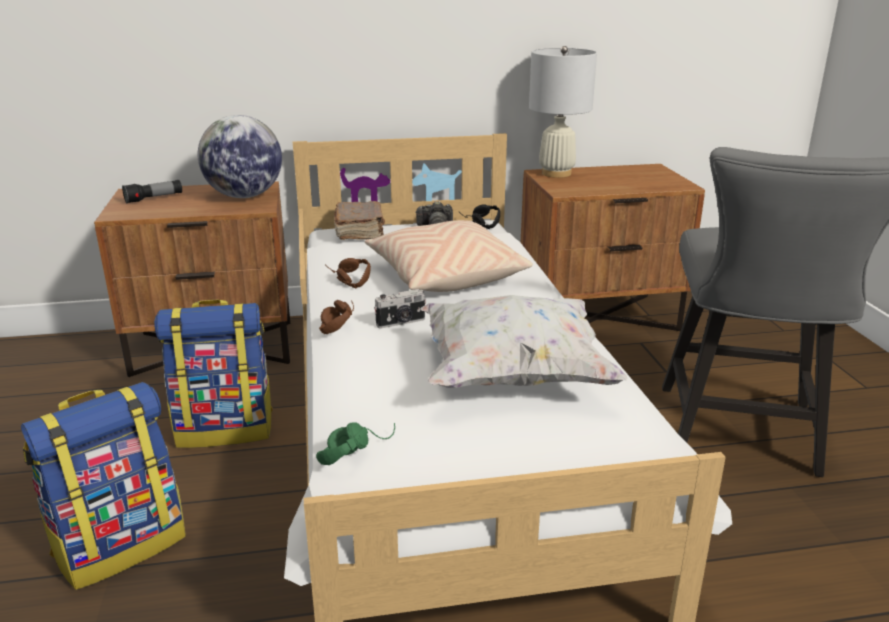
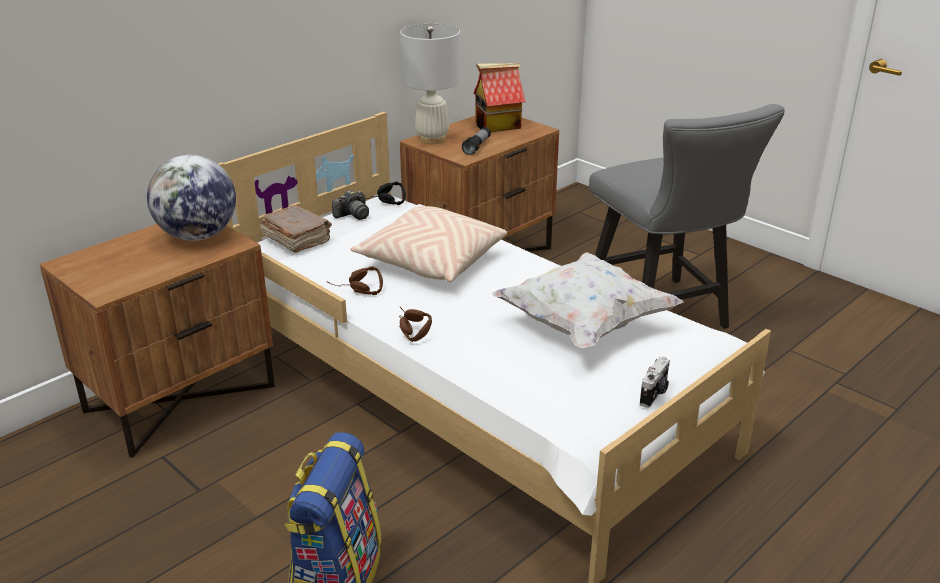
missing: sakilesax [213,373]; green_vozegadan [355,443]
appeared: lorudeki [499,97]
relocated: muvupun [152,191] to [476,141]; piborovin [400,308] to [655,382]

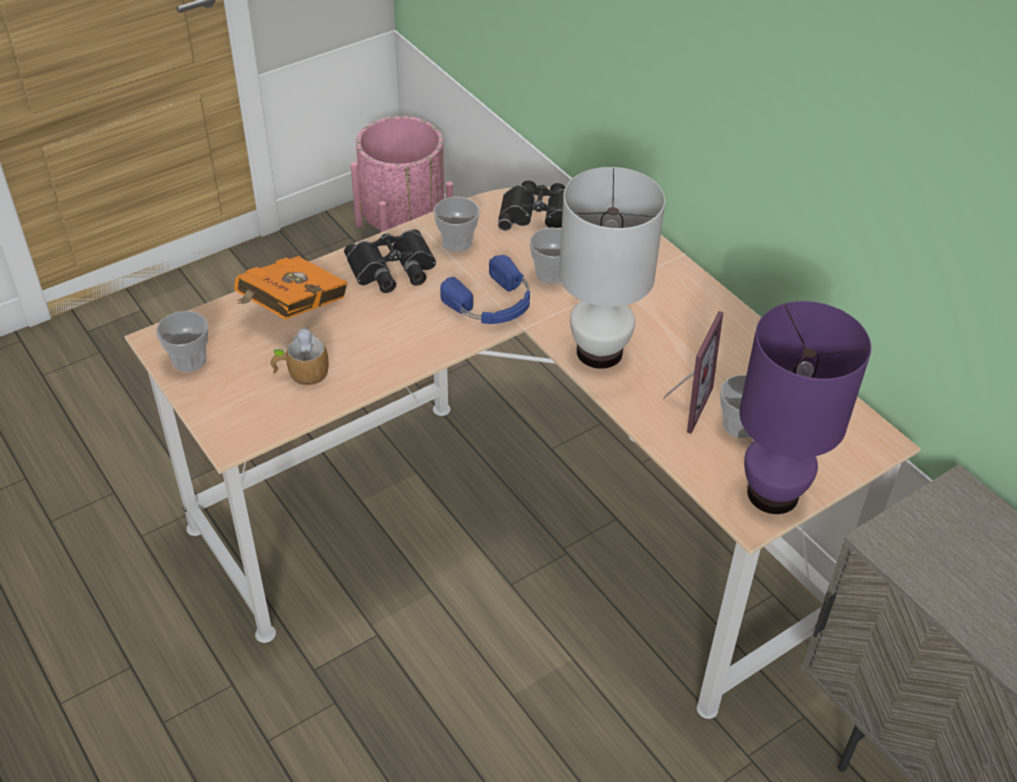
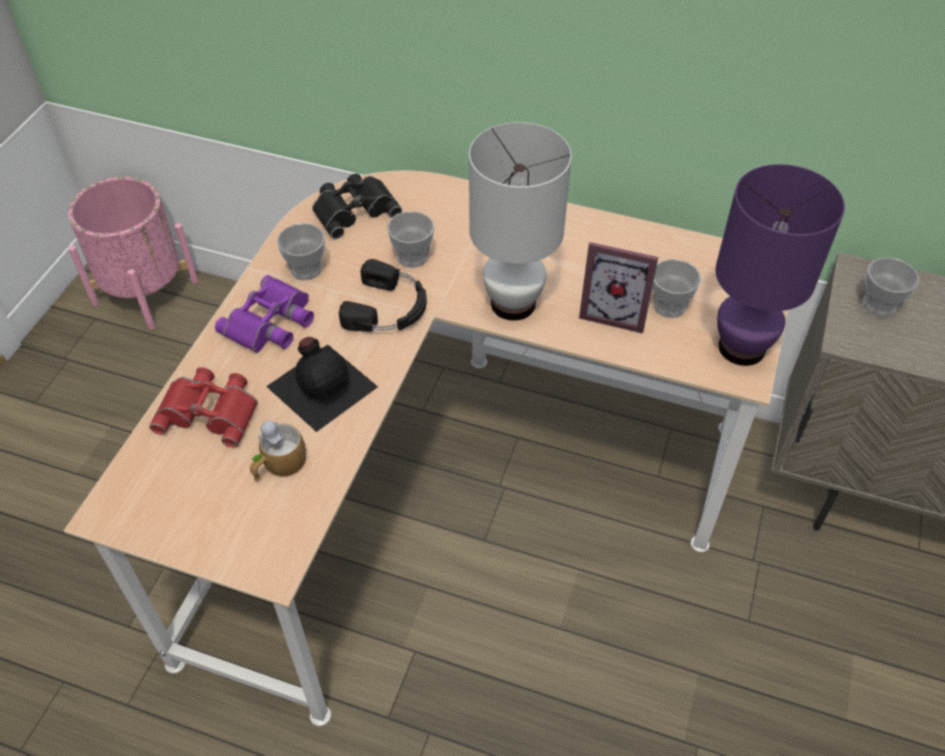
appeared: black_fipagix [322,384]
relocated: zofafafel [182,341] to [891,287]
exchanged: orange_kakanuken [291,288] to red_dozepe [203,407]
colour: black_dozepe [390,261] to purple_dozepe [264,314]; blue_vozegadan [485,289] to black_vozegadan [383,295]
spun: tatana [693,372] = [618,287] 120 degrees clockwise

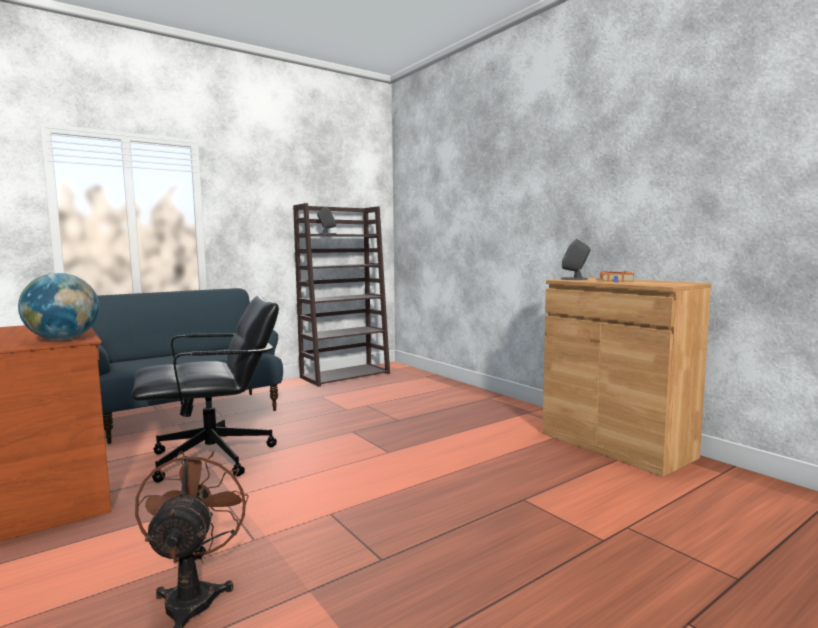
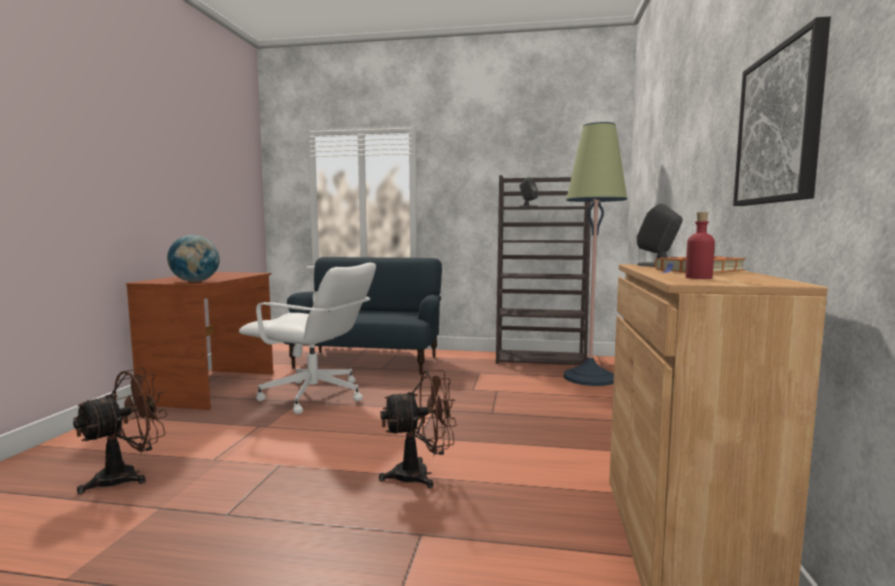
appeared: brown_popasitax [418,429]; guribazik [595,254]; red_fipagix [700,245]; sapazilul [782,111]
colour: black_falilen [205,389] to white_falilen [307,338]

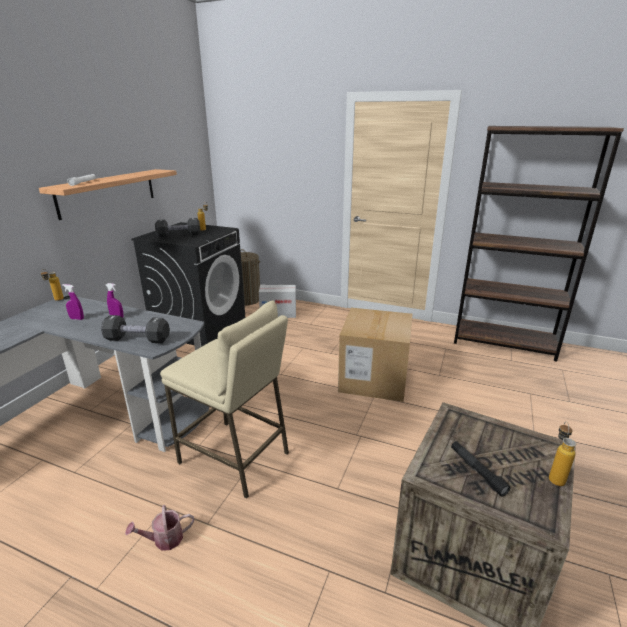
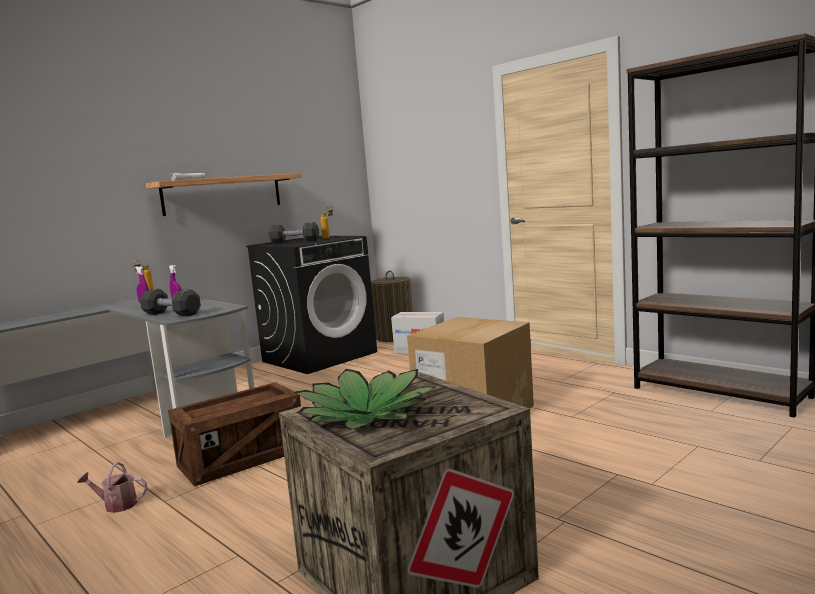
missing: fipagix [562,453]
exchanged: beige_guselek [224,399] to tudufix [234,434]; black_muvupun [480,469] to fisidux [365,399]

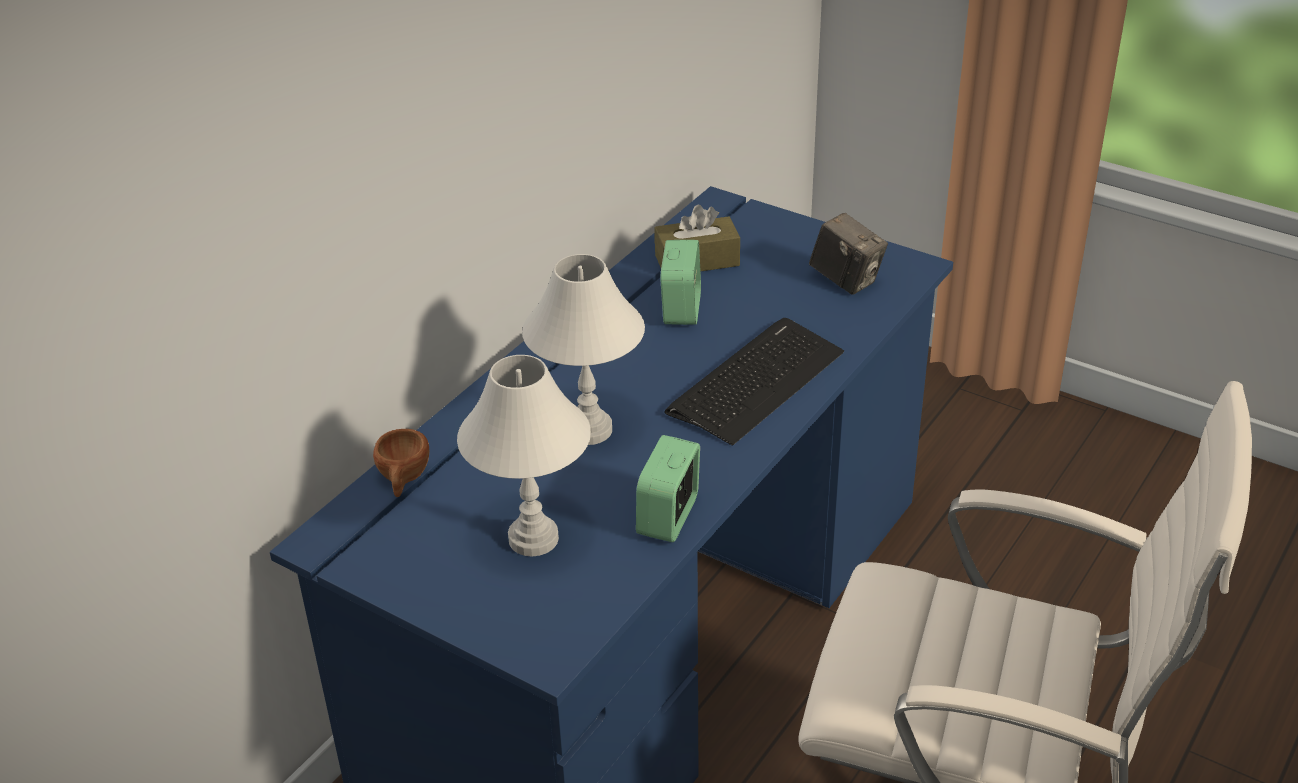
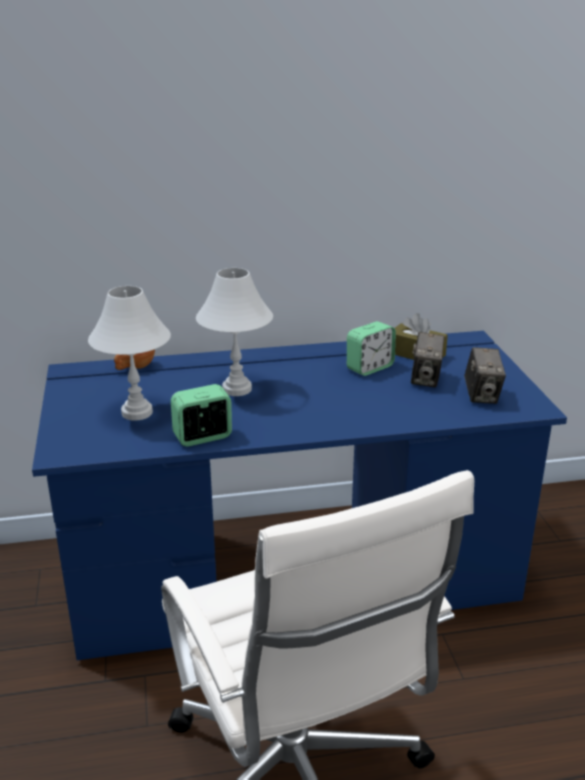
missing: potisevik [754,382]
appeared: piborovin [428,360]

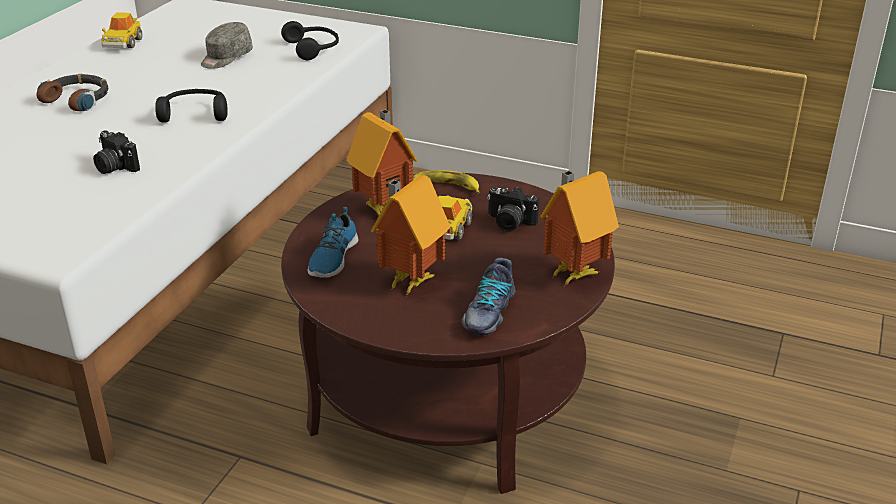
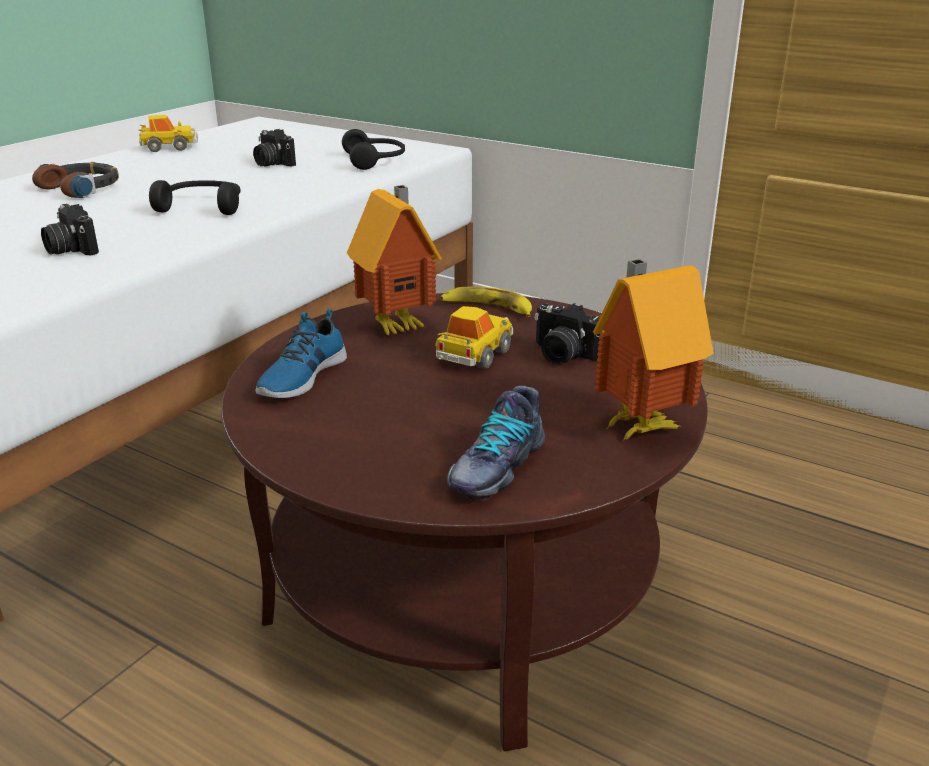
missing: lorudeki [410,235]
exchanged: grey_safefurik [227,45] to piborovin [274,148]
spun: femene [122,30] = [168,133] 120 degrees counterclockwise

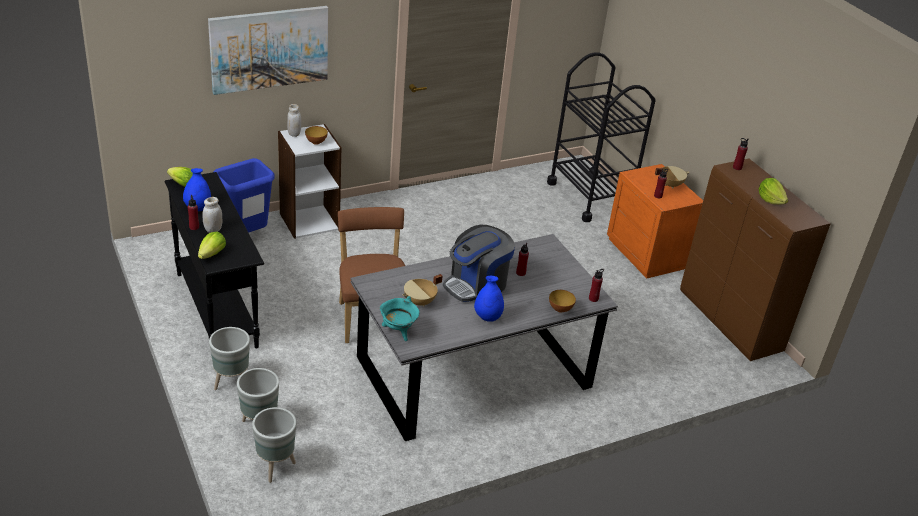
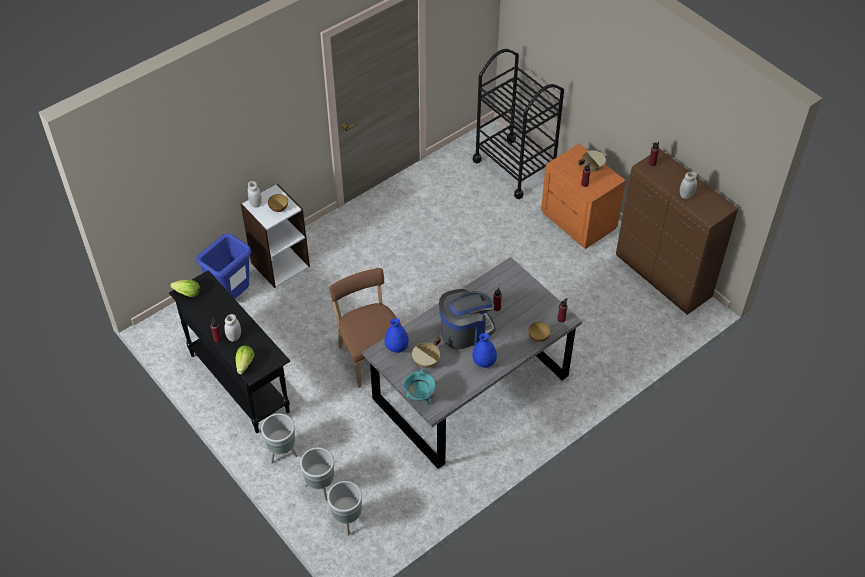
missing: sapazilul [268,50]
relocated: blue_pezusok [197,189] to [397,335]
exchanged: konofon [773,191] to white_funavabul [688,185]
spun: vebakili [479,263] = [467,319] 150 degrees counterclockwise

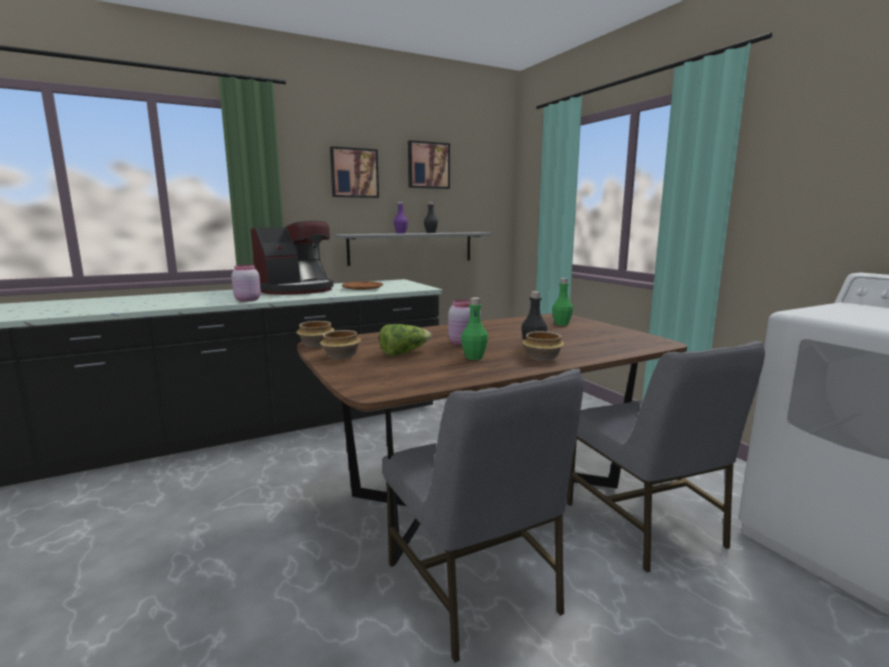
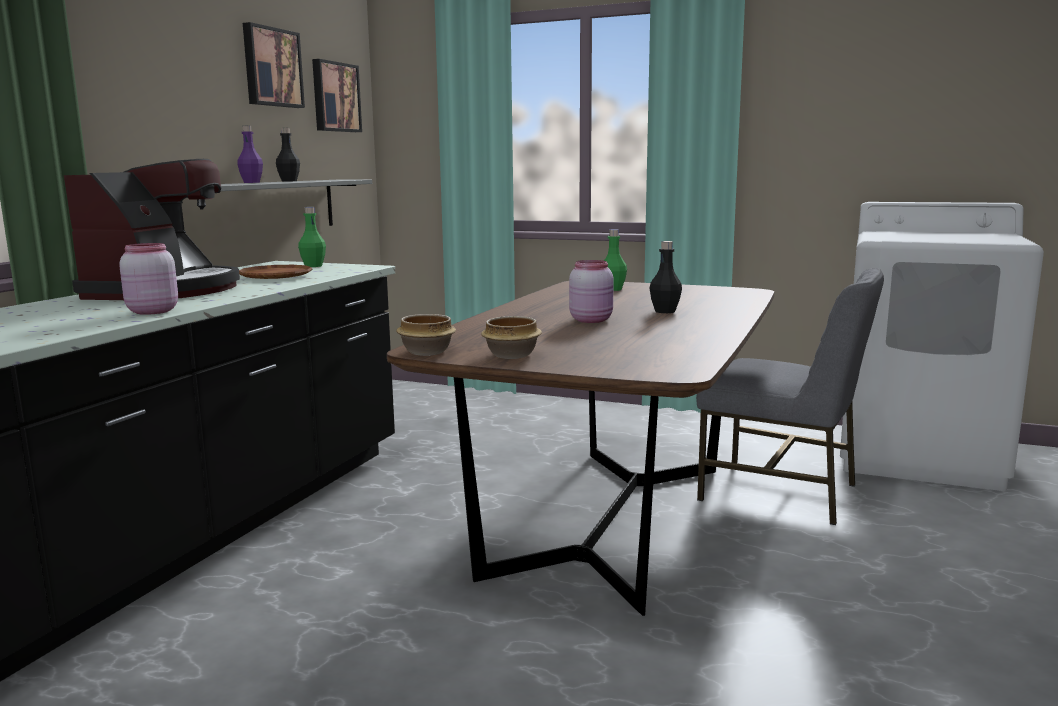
missing: konofon [405,340]; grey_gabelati [483,515]; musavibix [543,346]
relocated: sapazilul [354,172] to [337,95]; green_fipagix [474,328] to [312,237]

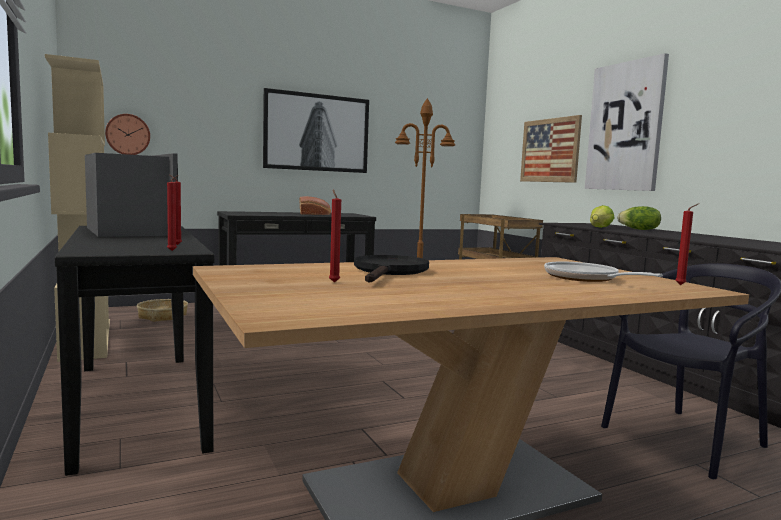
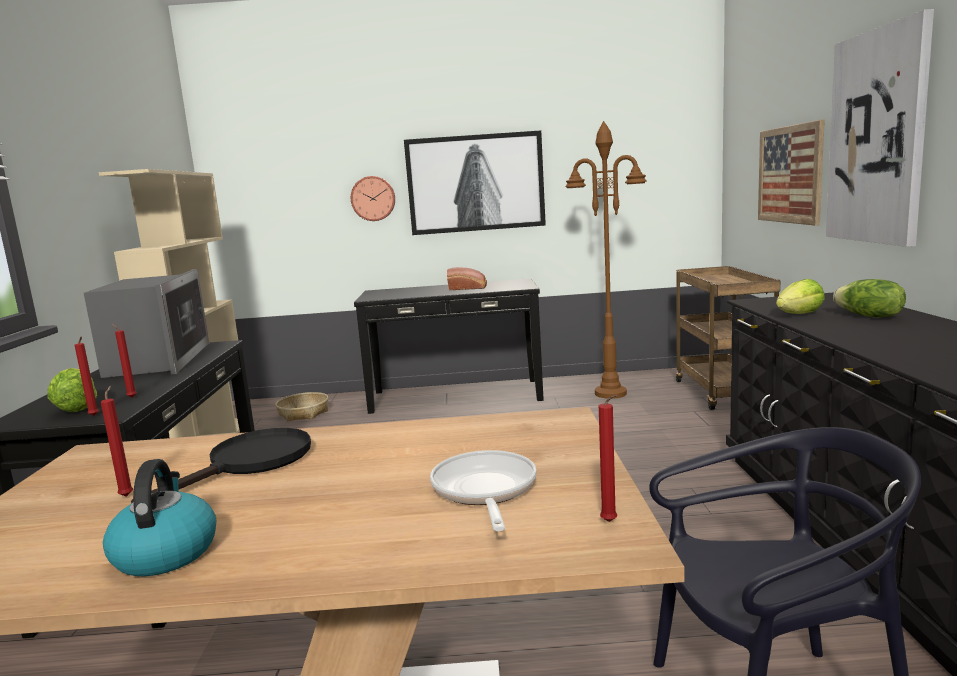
appeared: konofon [72,390]; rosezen [159,517]
relocated: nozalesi [127,134] to [373,198]

